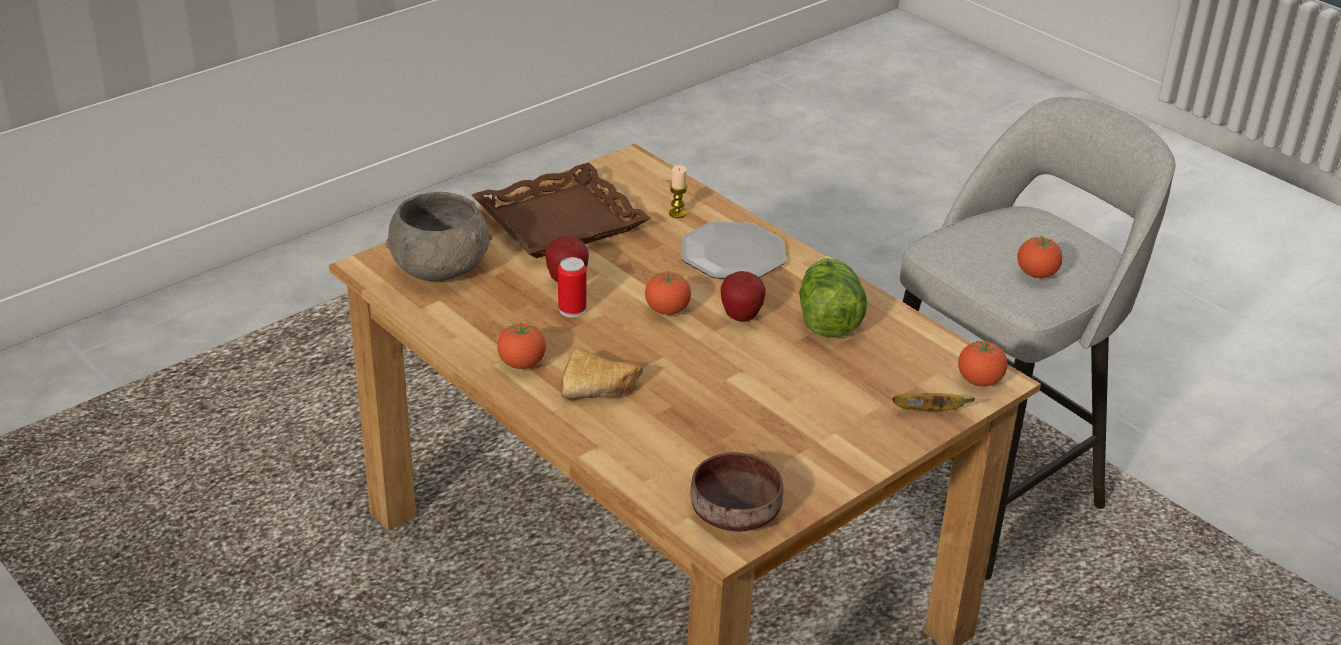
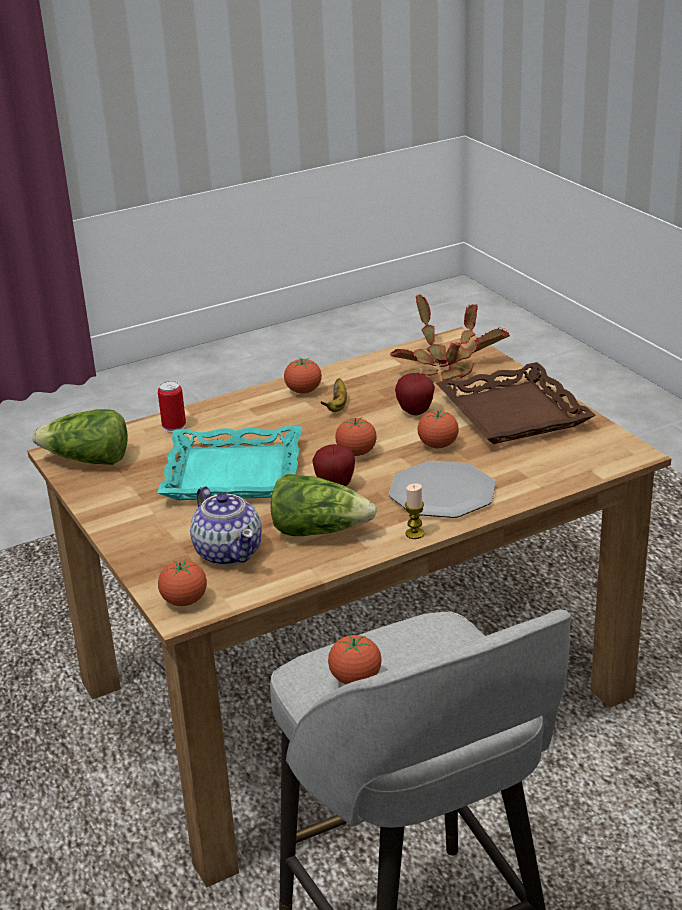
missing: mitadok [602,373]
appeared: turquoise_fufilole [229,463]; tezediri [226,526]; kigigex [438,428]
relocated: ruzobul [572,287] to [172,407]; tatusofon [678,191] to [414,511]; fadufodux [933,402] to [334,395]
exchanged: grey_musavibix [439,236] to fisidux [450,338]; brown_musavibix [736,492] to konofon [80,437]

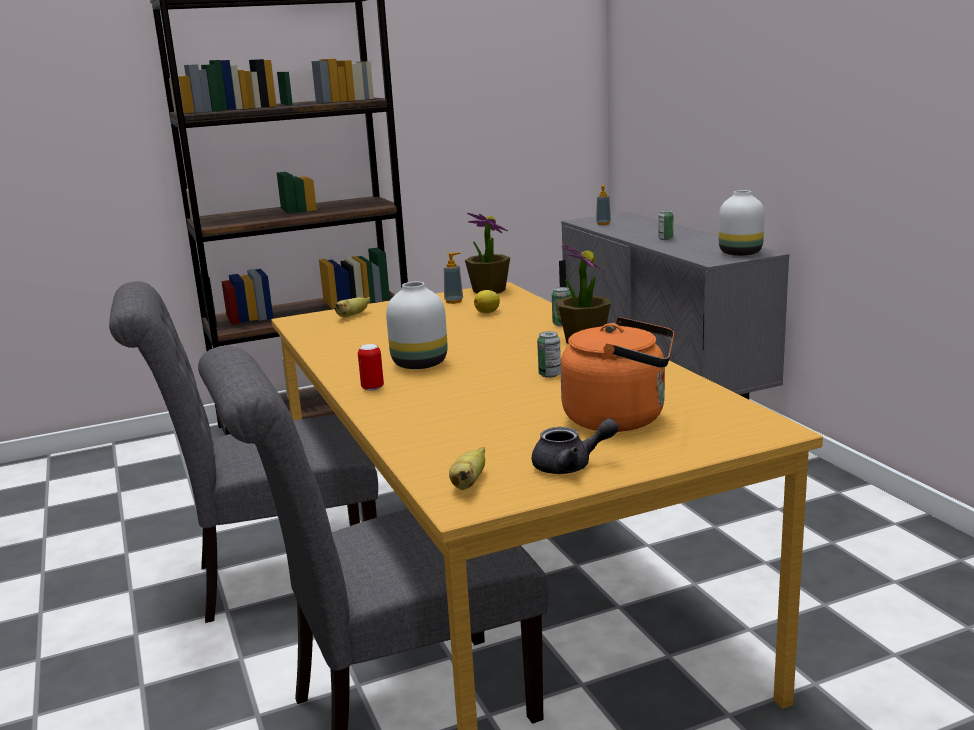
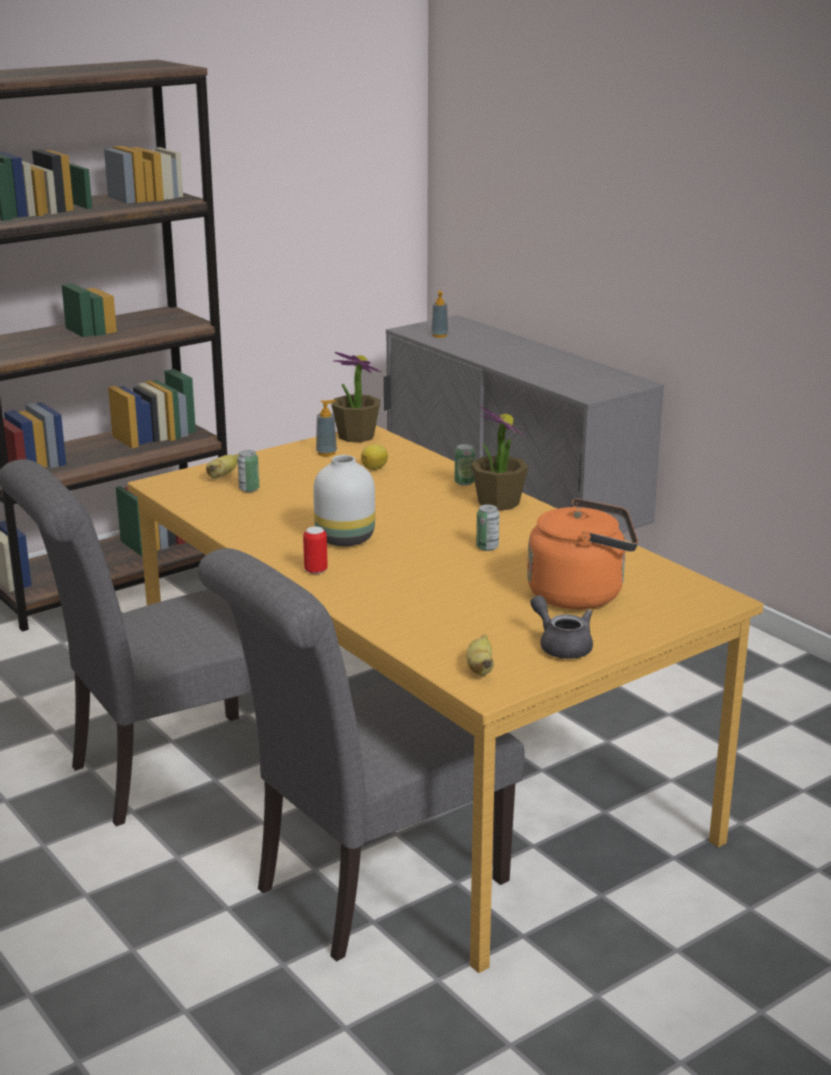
missing: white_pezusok [742,223]
relocated: ruzobul [665,225] to [248,471]
spun: grey_tezediri [575,446] = [561,627] 105 degrees counterclockwise

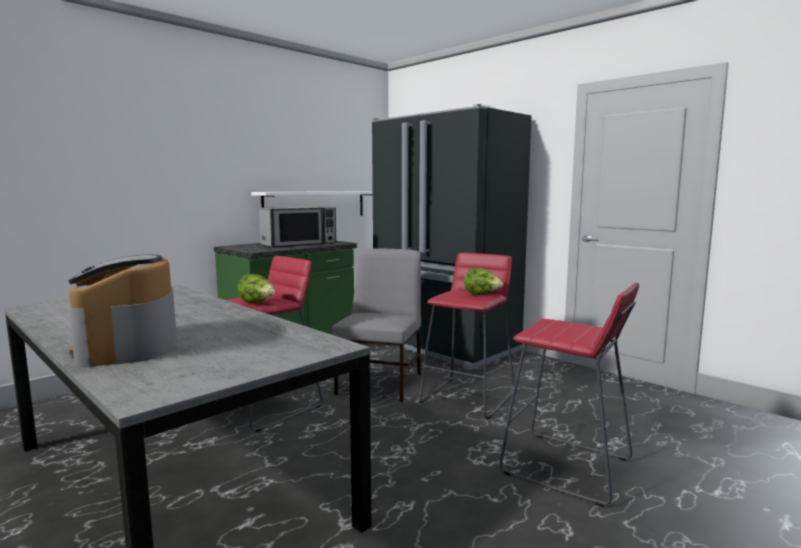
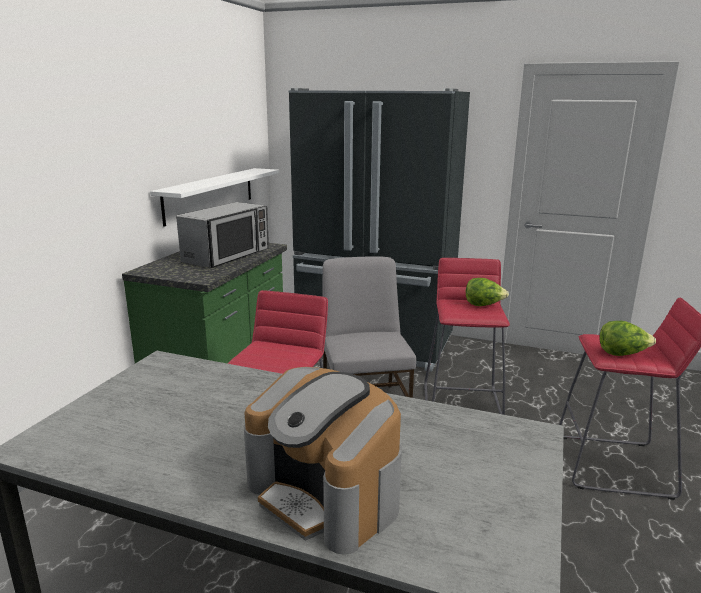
relocated: konofon [256,288] to [627,338]

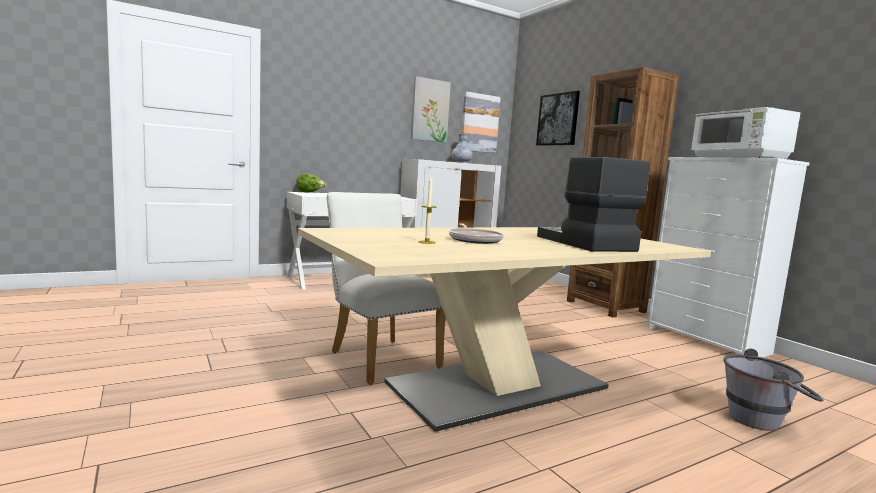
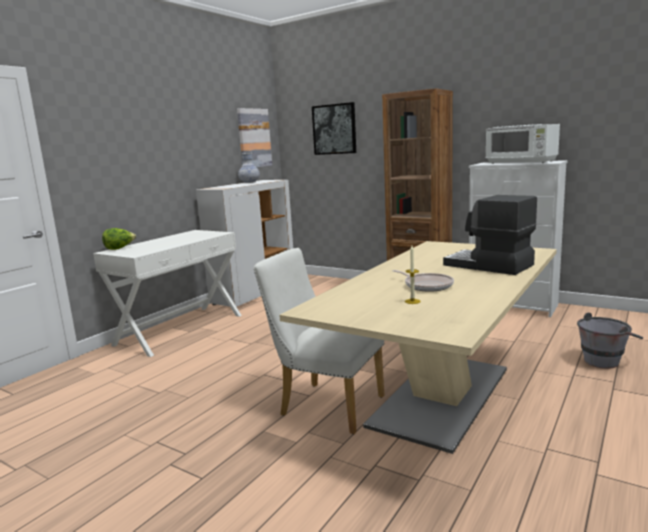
missing: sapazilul [431,109]

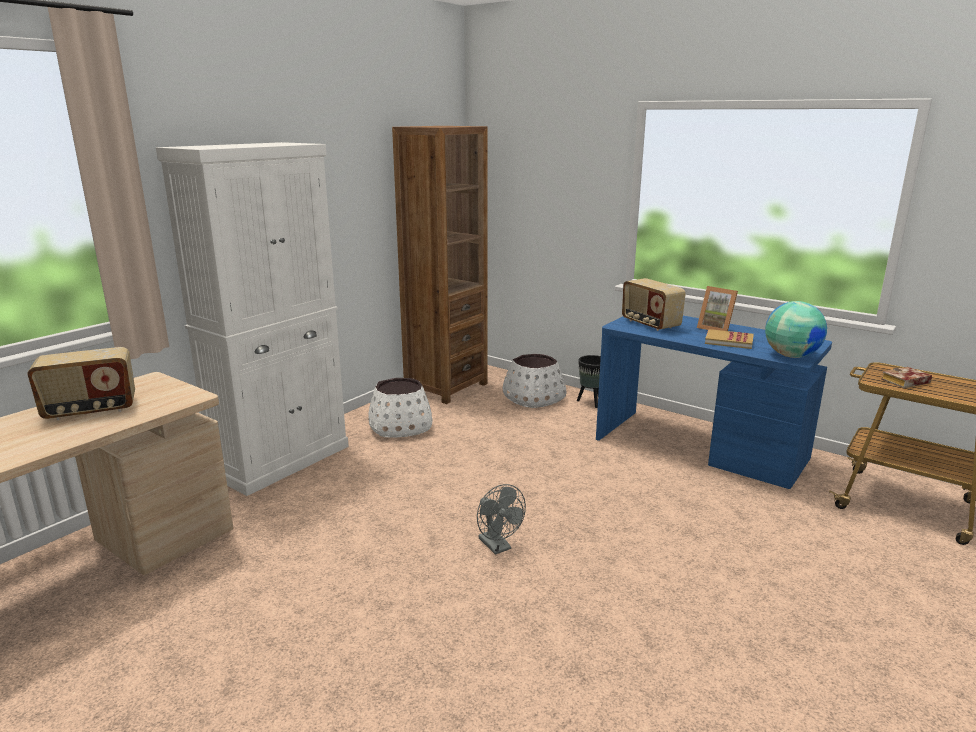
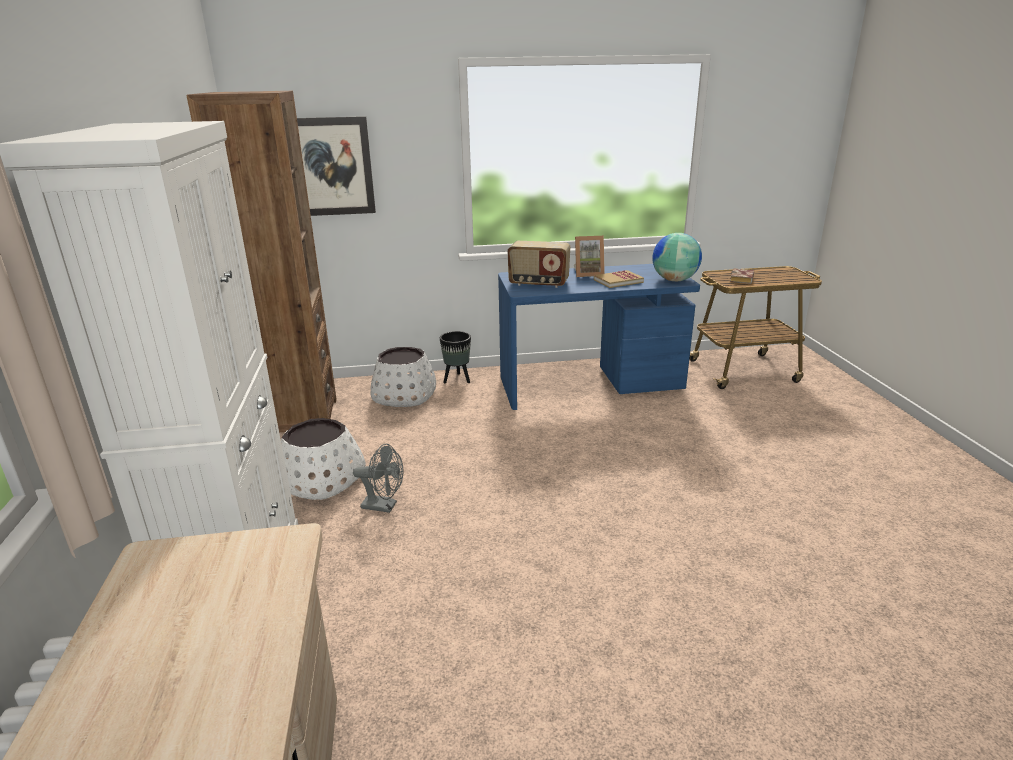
missing: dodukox [81,383]
appeared: sapazilul [336,166]
relocated: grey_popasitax [501,519] to [378,478]

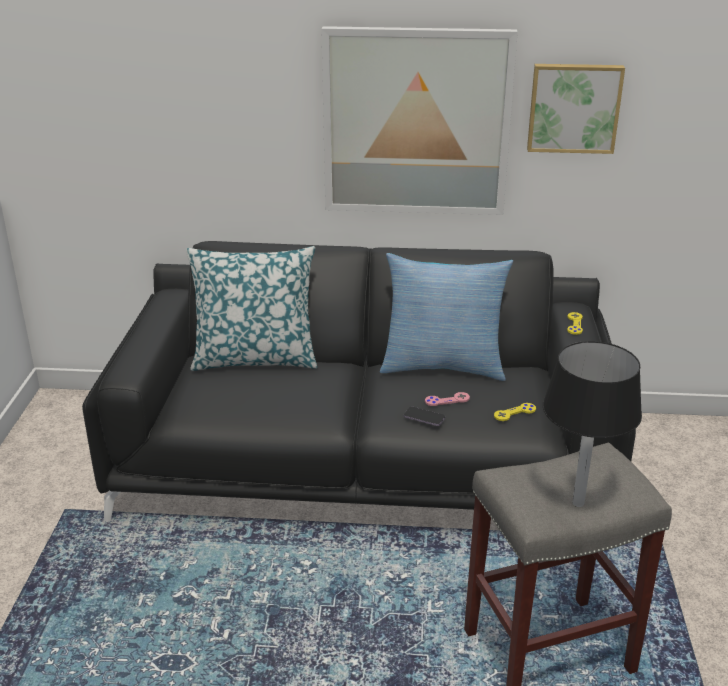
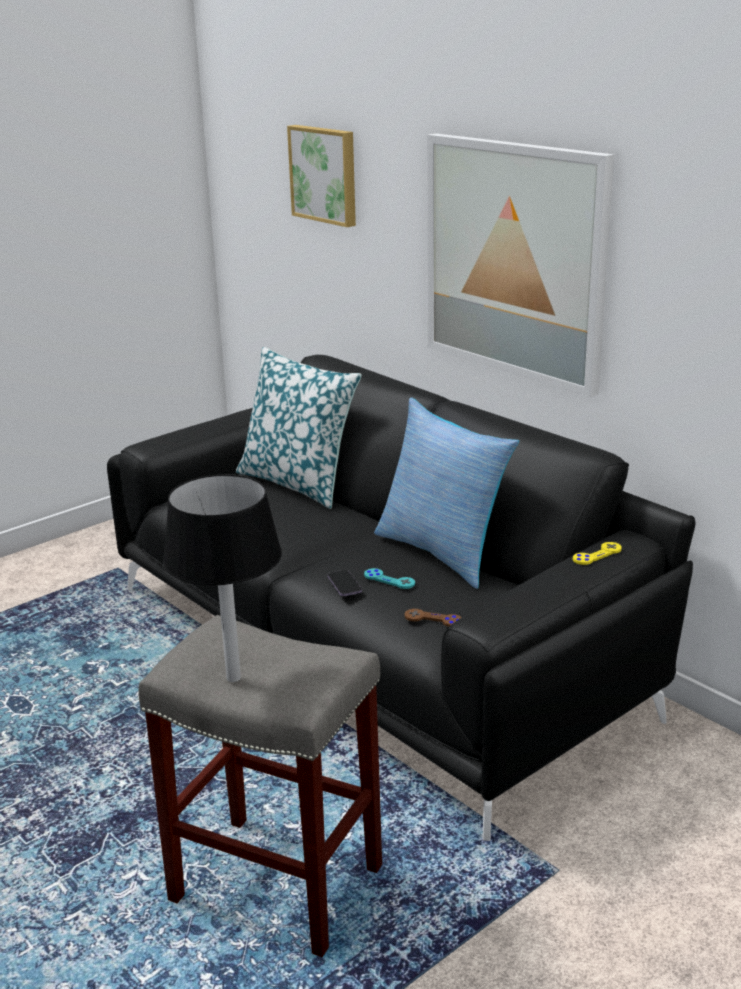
relocated: sapazilul [576,109] to [321,176]
colour: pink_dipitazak [447,399] to turquoise_dipitazak [389,578]; yellow_dipitazak [515,412] to brown_dipitazak [433,618]

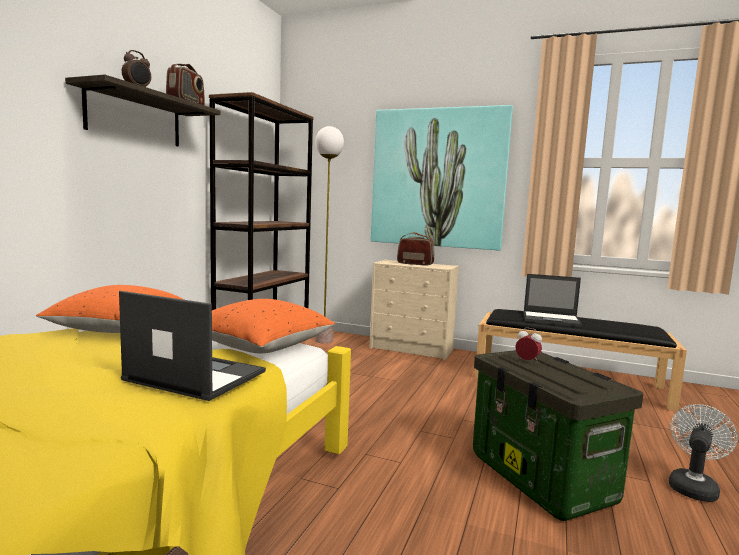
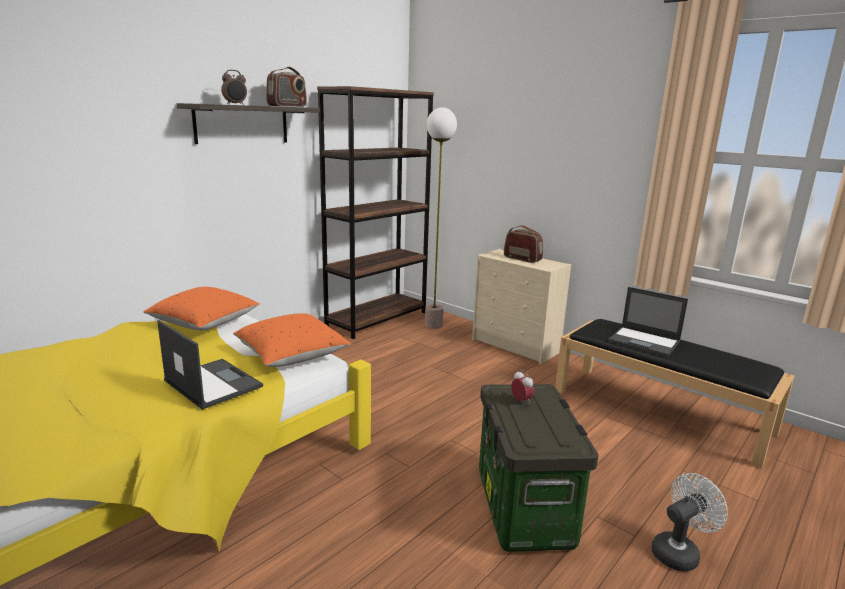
missing: sapazilul [442,177]

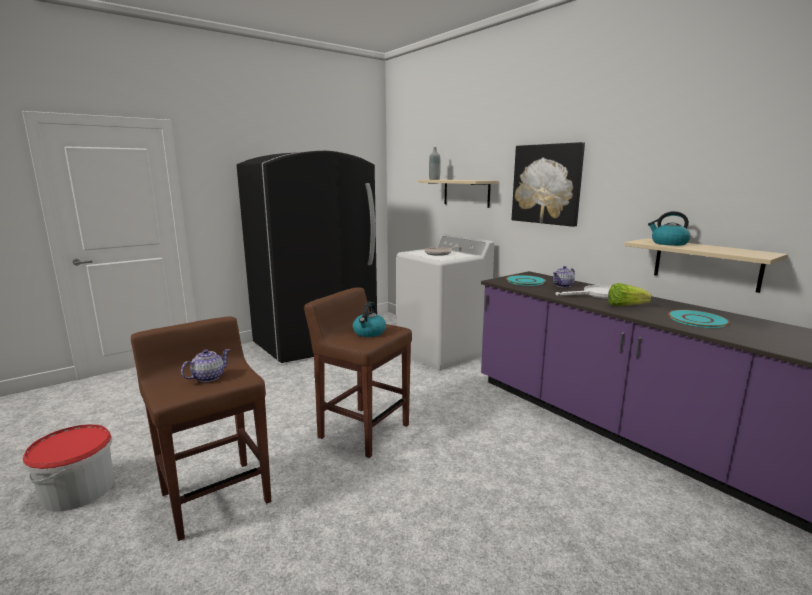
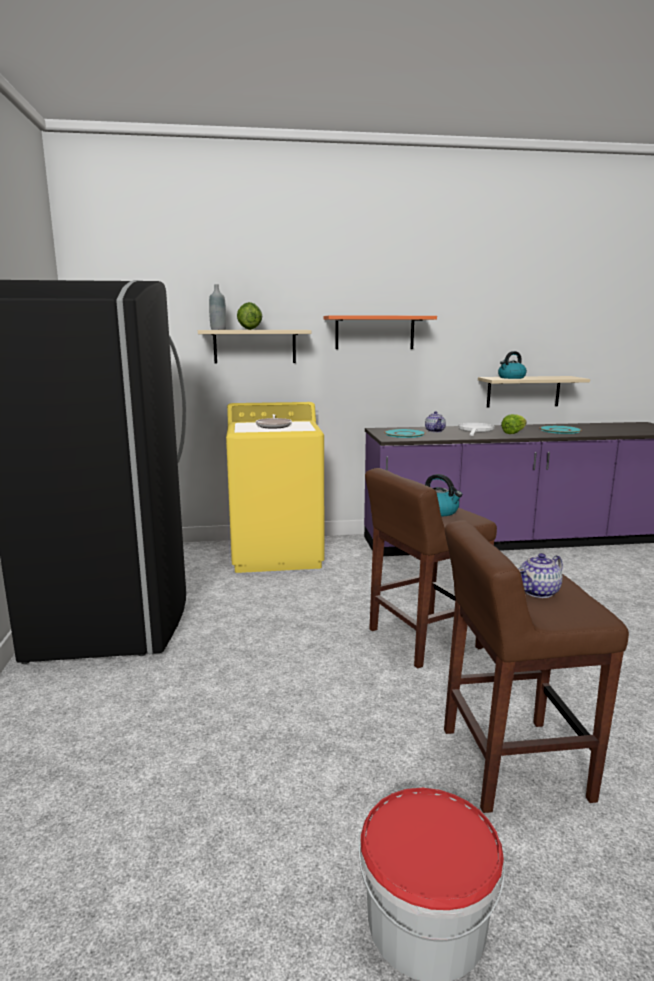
appeared: konofon [249,316]
exchanged: sapazilul [548,184] to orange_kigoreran [380,332]
colour: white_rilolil [445,302] to yellow_rilolil [275,487]
spun: tezediri [205,365] = [541,575] 105 degrees counterclockwise

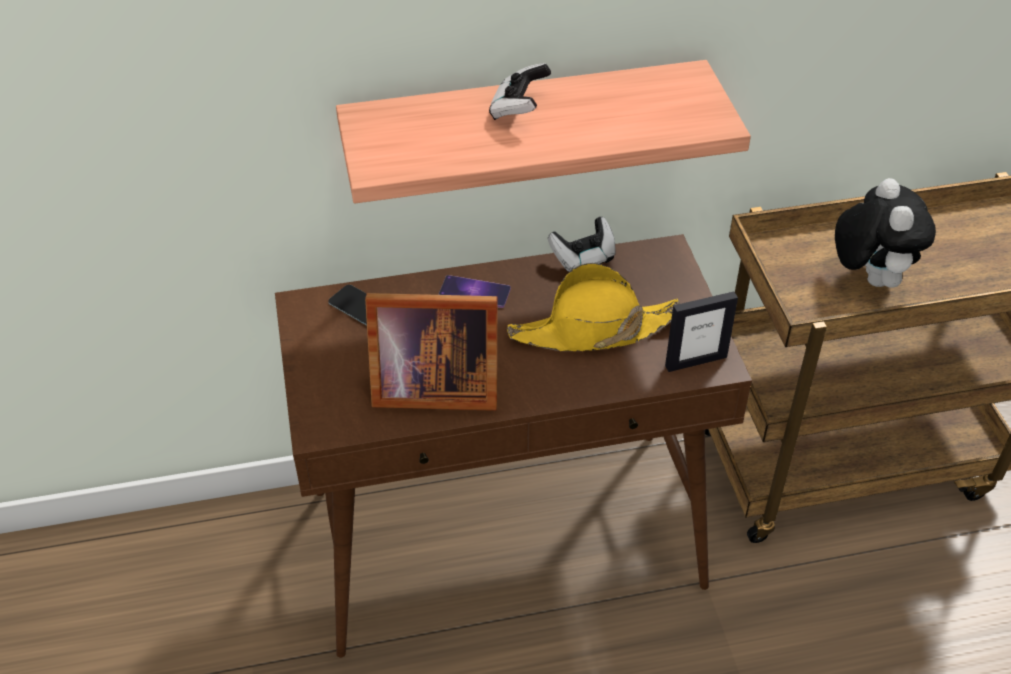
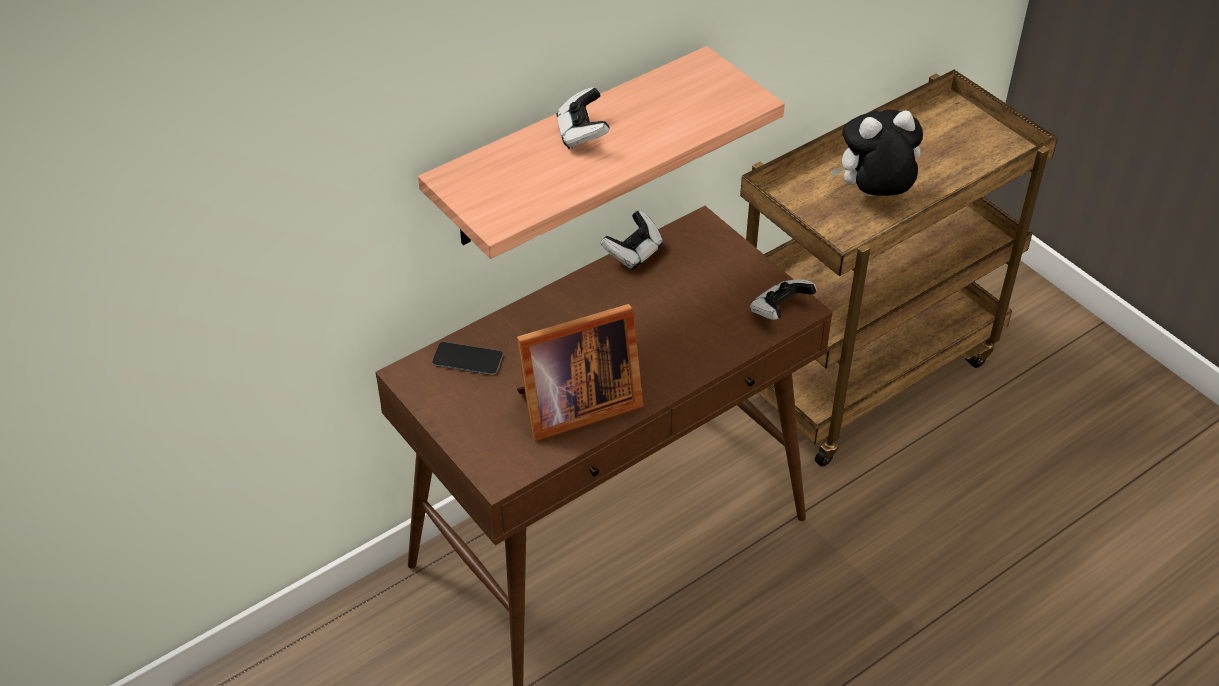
missing: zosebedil [475,291]; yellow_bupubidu [594,307]
exchanged: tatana [701,332] to dipitazak [783,299]
spun: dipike [885,233] = [877,152] 75 degrees counterclockwise

